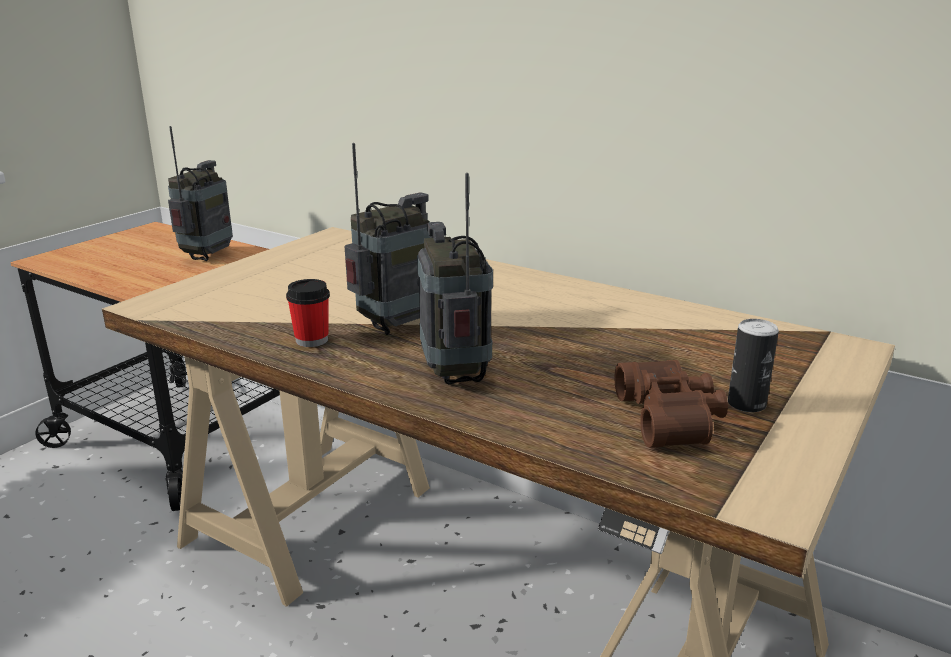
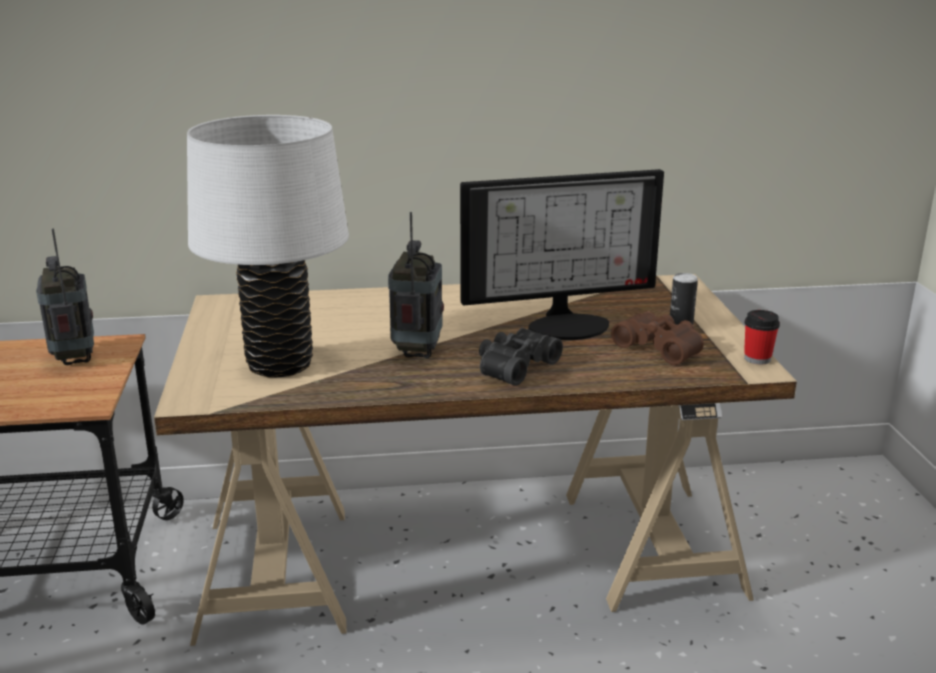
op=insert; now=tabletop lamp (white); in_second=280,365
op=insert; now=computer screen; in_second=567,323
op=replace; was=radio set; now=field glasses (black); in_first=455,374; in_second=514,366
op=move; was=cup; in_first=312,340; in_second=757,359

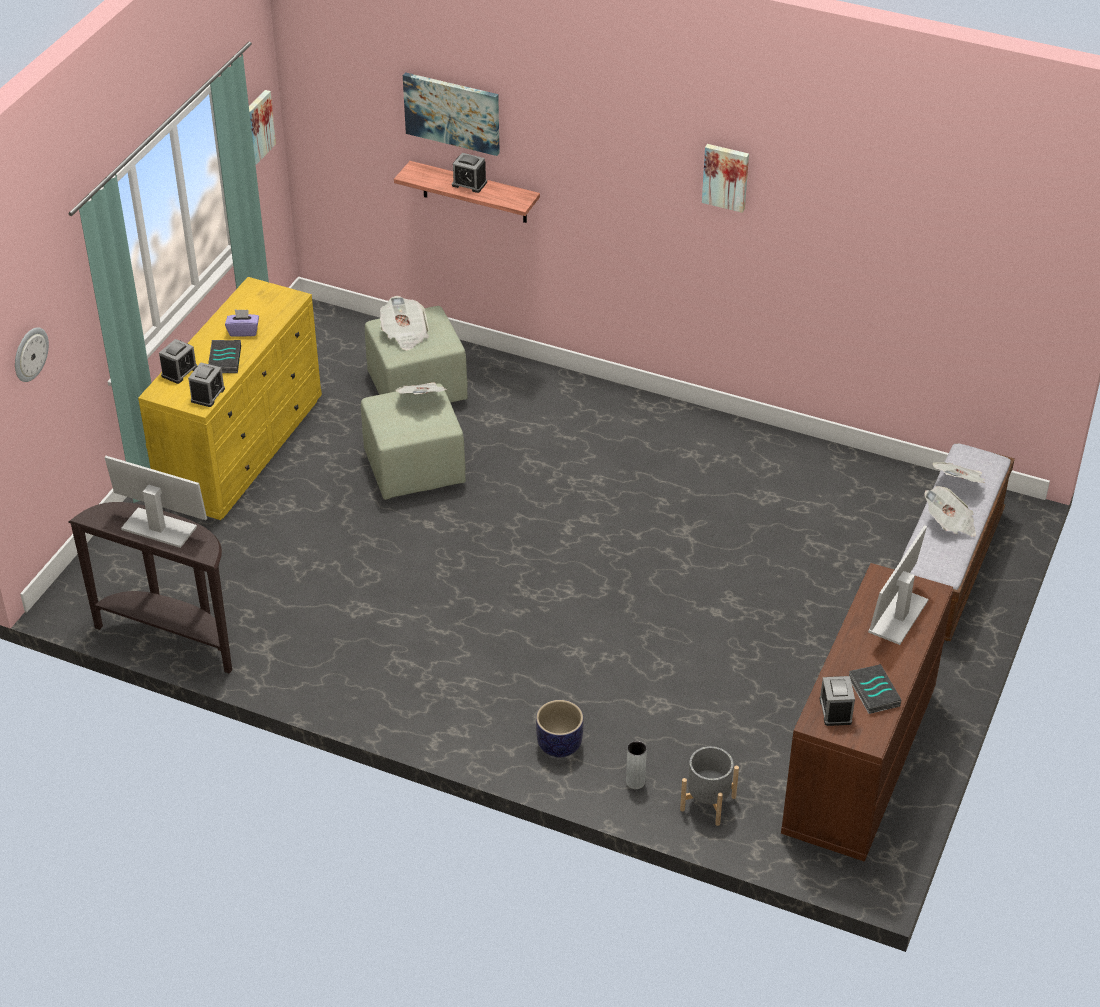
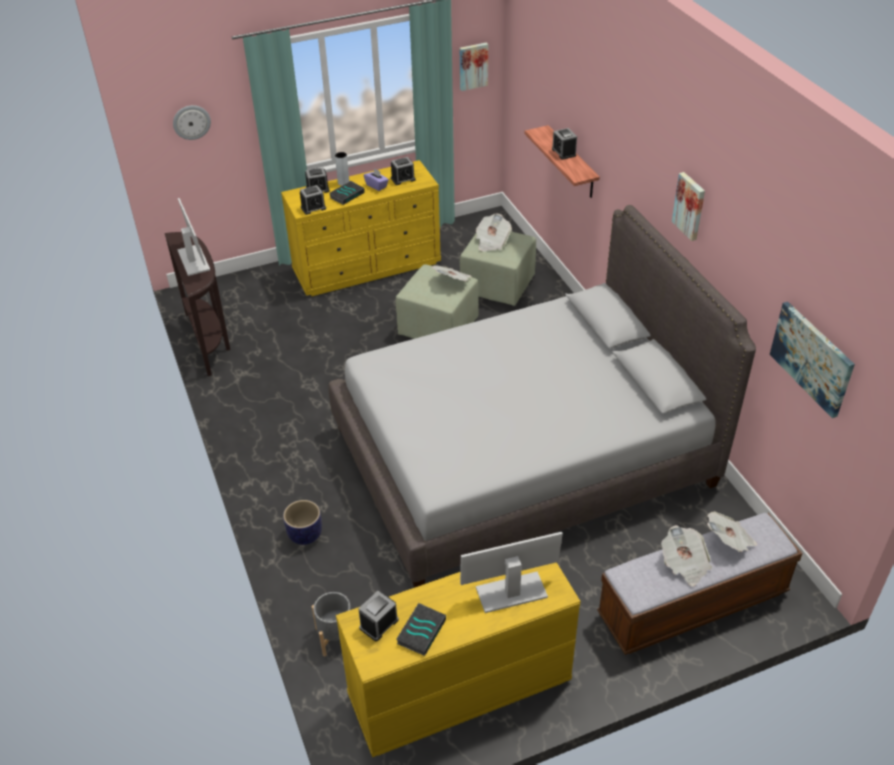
op=insert; now=bedroom bed (gray); in_second=523,456
op=move; was=decorative vase (gray); in_first=635,782; in_second=343,182
op=recolor; was=drawer chest (brown-coloured); now=drawer chest (yellow); in_first=858,764; in_second=458,689
op=insert; now=bedside clock; in_second=403,179
op=move; was=wall picture; in_first=452,112; in_second=812,358

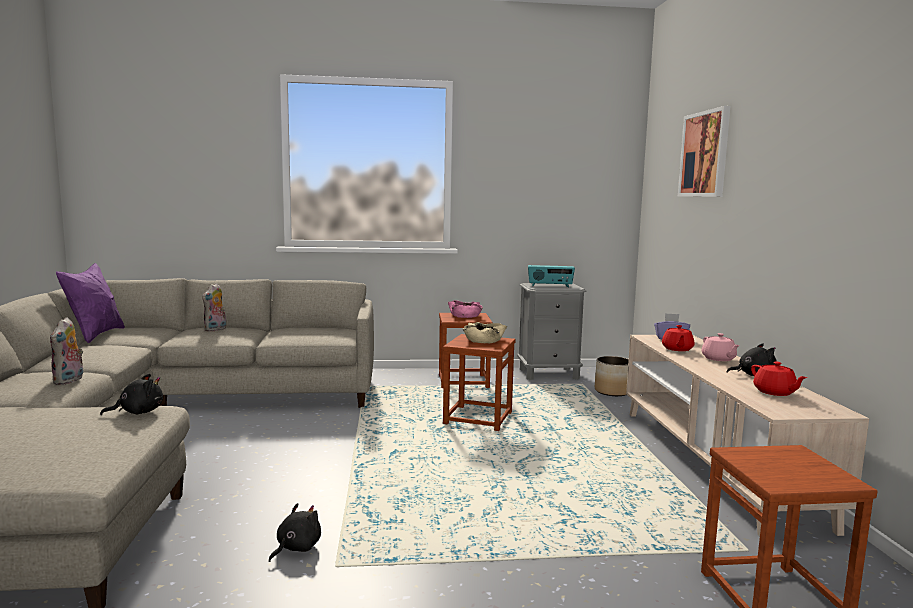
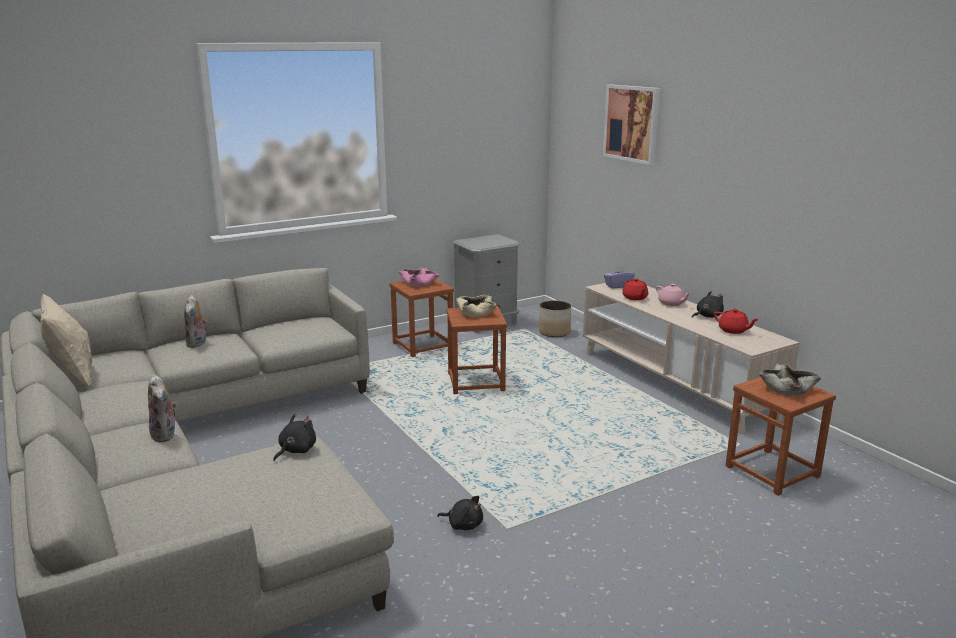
op=recolor; was=cushion (purple-coloured); now=cushion (beige-coloured); in_first=95,335; in_second=73,376
op=rotate; was=soft toy (black); in_first=296,548; in_second=463,525; clockwise=105
op=insert; now=deep dish (beige-coloured); in_second=787,388
op=delete; was=radio set; in_first=550,286

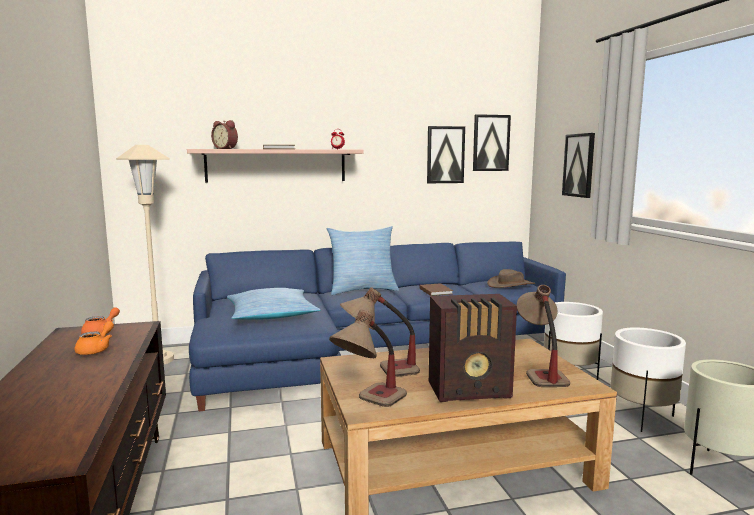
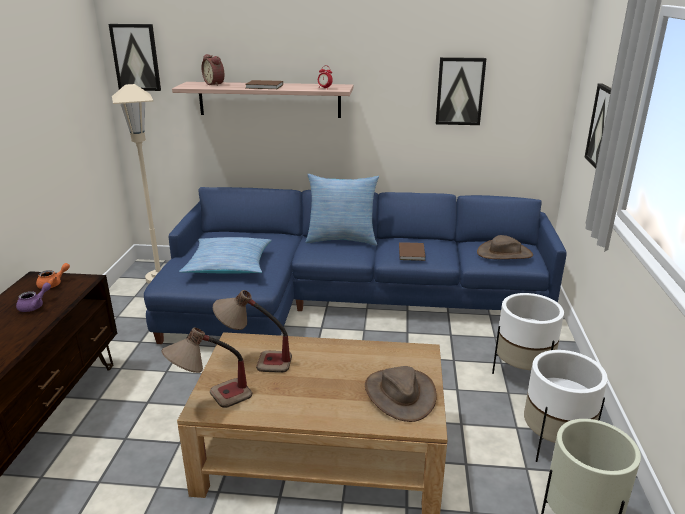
op=recolor; was=pot for tea (orange-coloured); now=pot for tea (purple-coloured); in_first=96,349; in_second=35,306
op=move; was=wall picture; in_first=490,143; in_second=136,57
op=replace; was=tabletop lamp; now=hat (brown-coloured); in_first=540,371; in_second=399,394
op=delete; was=radio set; in_first=471,391

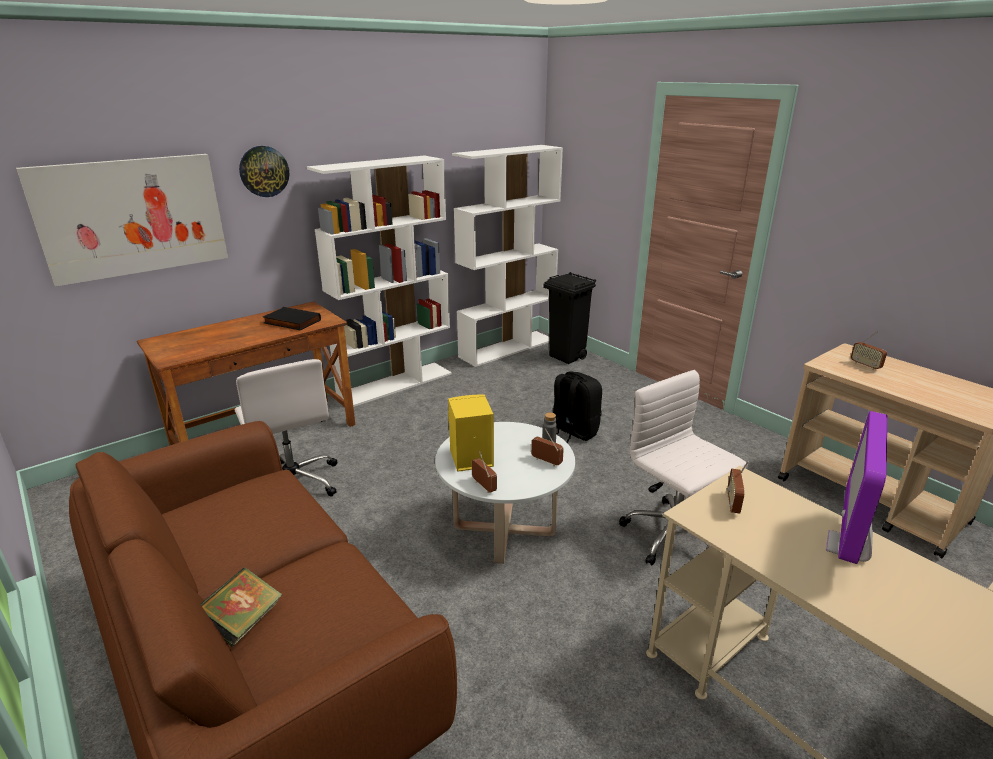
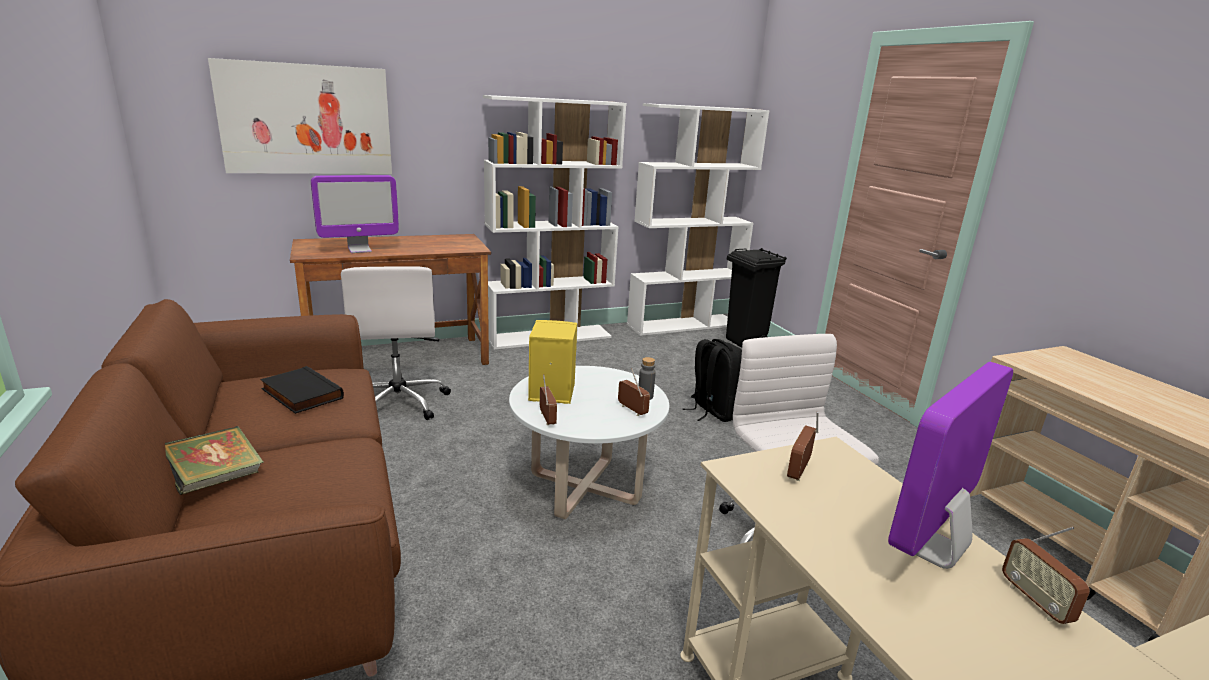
op=move; was=volume (black); in_first=291,322; in_second=300,394
op=insert; now=computer screen; in_second=359,250
op=move; was=radio set; in_first=865,365; in_second=1035,602
op=delete; was=clock on the wall; in_first=264,171

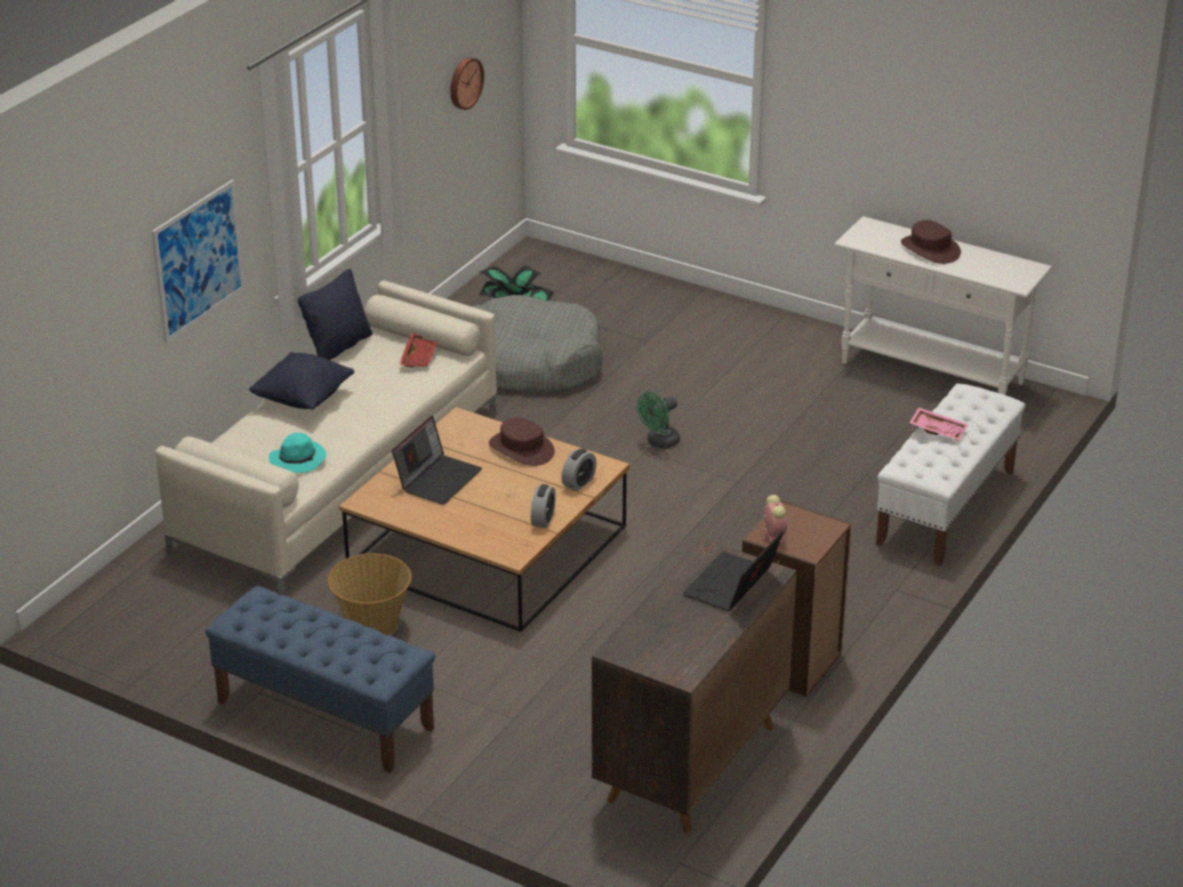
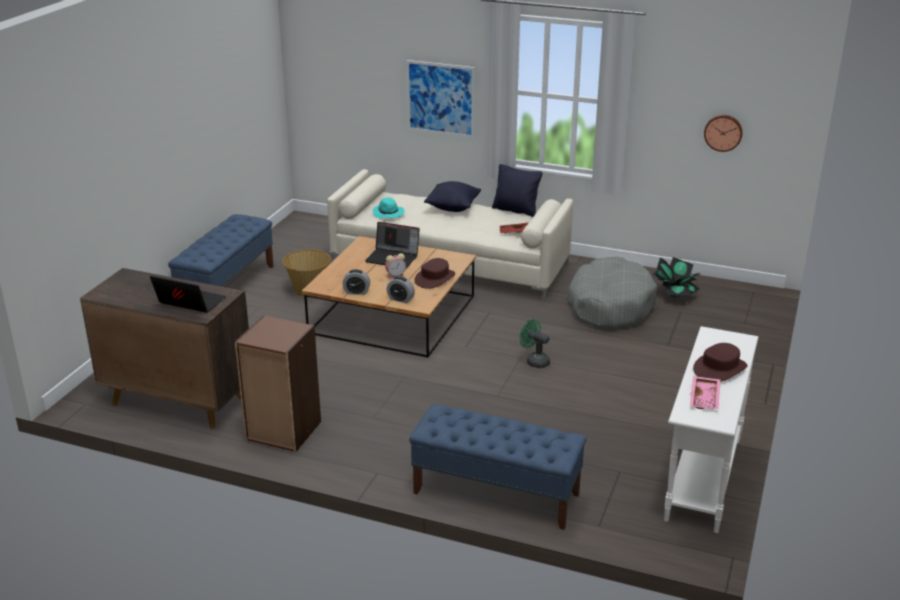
op=move; was=bedside clock; in_first=773,535; in_second=396,276
op=recolor; was=long seat (white); now=long seat (bluish); in_first=946,508; in_second=495,493
op=move; was=tray (pinkish); in_first=938,430; in_second=705,398

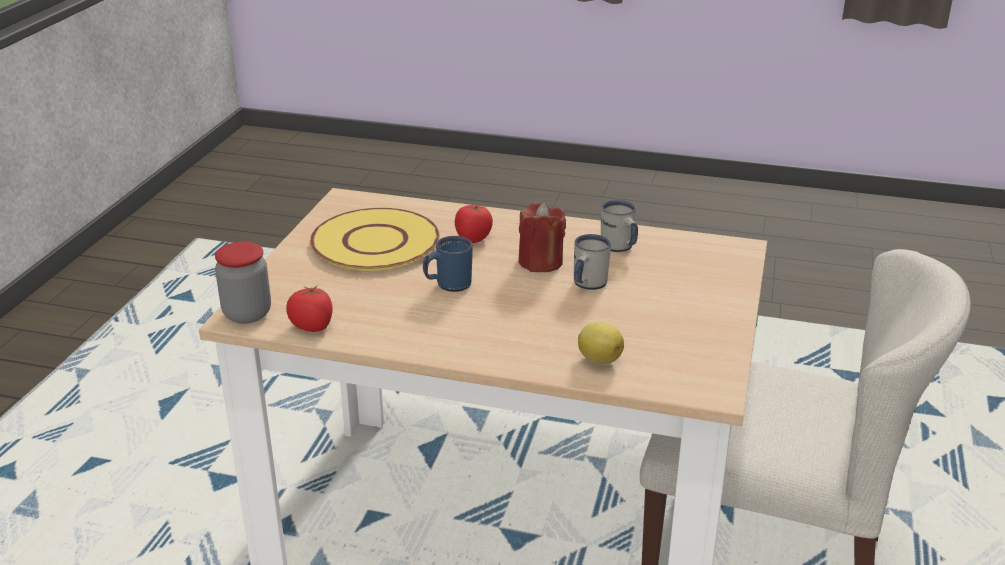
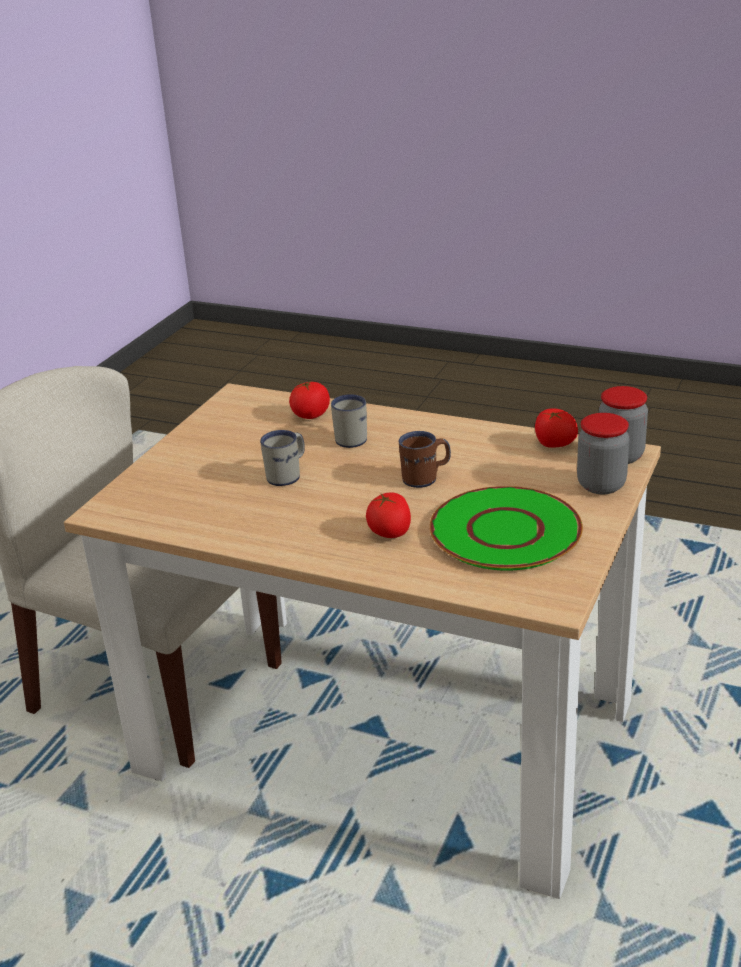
op=replace; was=citrus fruit; now=whole tomato; in_first=598,359; in_second=310,415
op=move; was=tea mug (white); in_first=619,248; in_second=349,437
op=recolor; was=tea mug (bluish); now=tea mug (brown-coloured); in_first=448,285; in_second=426,478
op=recolor; was=plate (yellow); now=plate (green-coloured); in_first=376,242; in_second=504,531
op=insert; now=storage jar; in_second=601,485
op=delete; was=candle (reddish); in_first=540,262

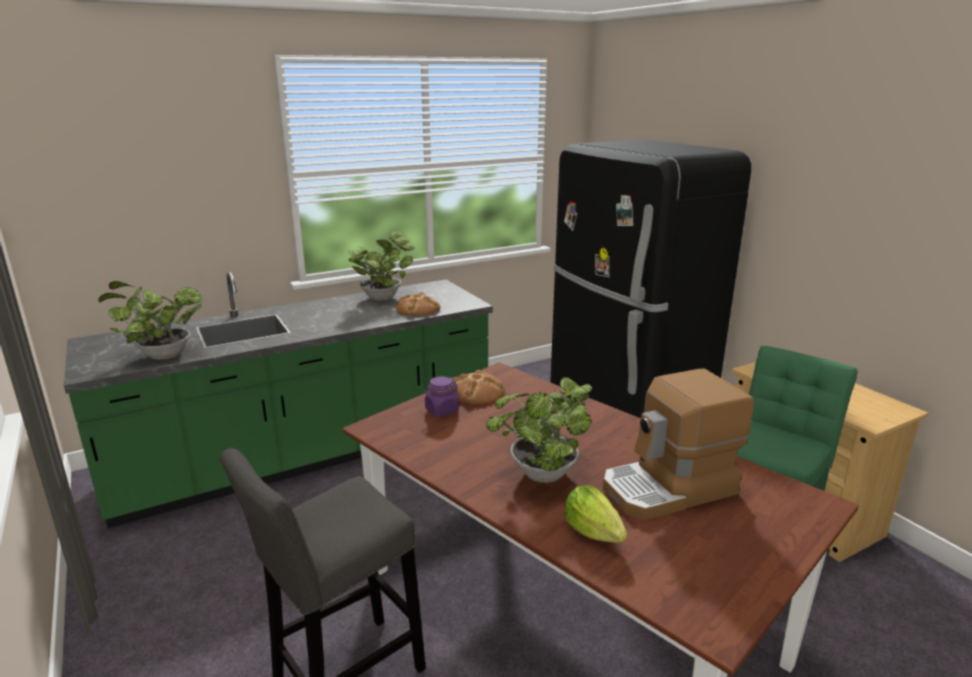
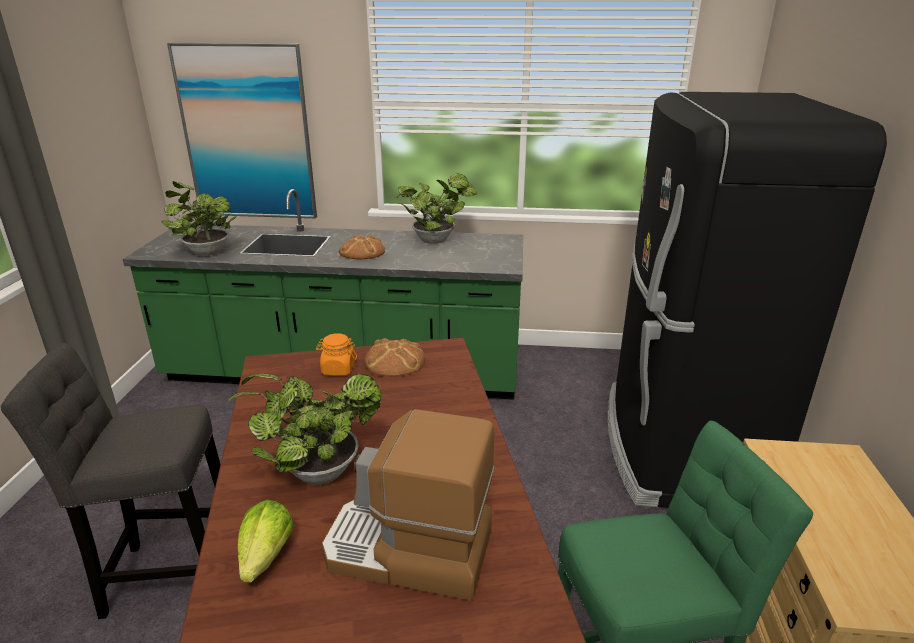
op=insert; now=wall picture; in_second=247,134
op=recolor; was=storage jar (purple-coloured); now=storage jar (orange-coloured); in_first=441,410; in_second=338,369
op=move; was=baked bread; in_first=417,309; in_second=362,252

